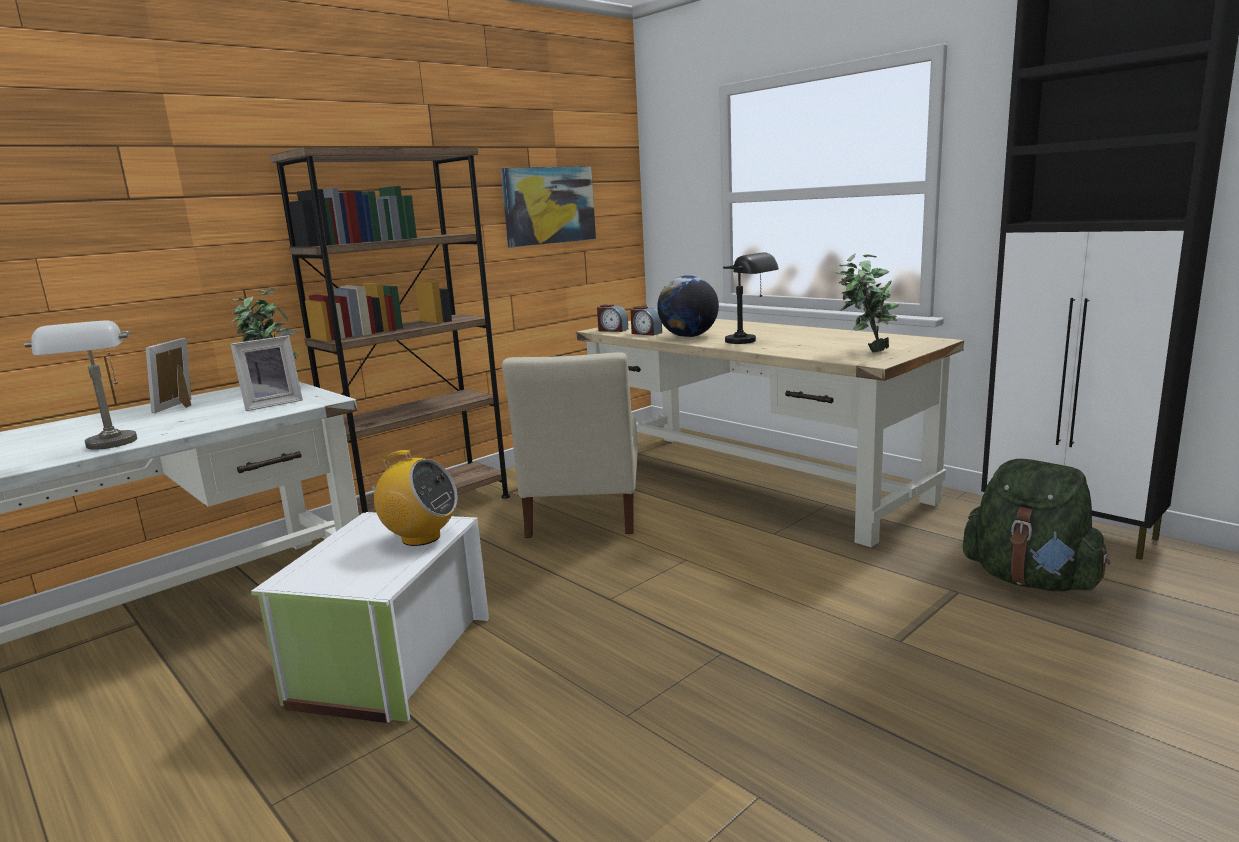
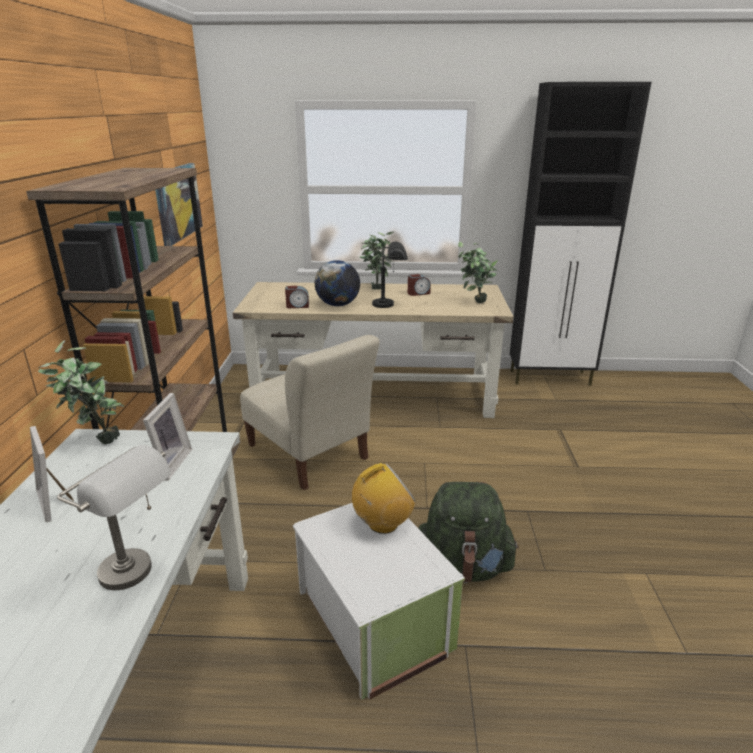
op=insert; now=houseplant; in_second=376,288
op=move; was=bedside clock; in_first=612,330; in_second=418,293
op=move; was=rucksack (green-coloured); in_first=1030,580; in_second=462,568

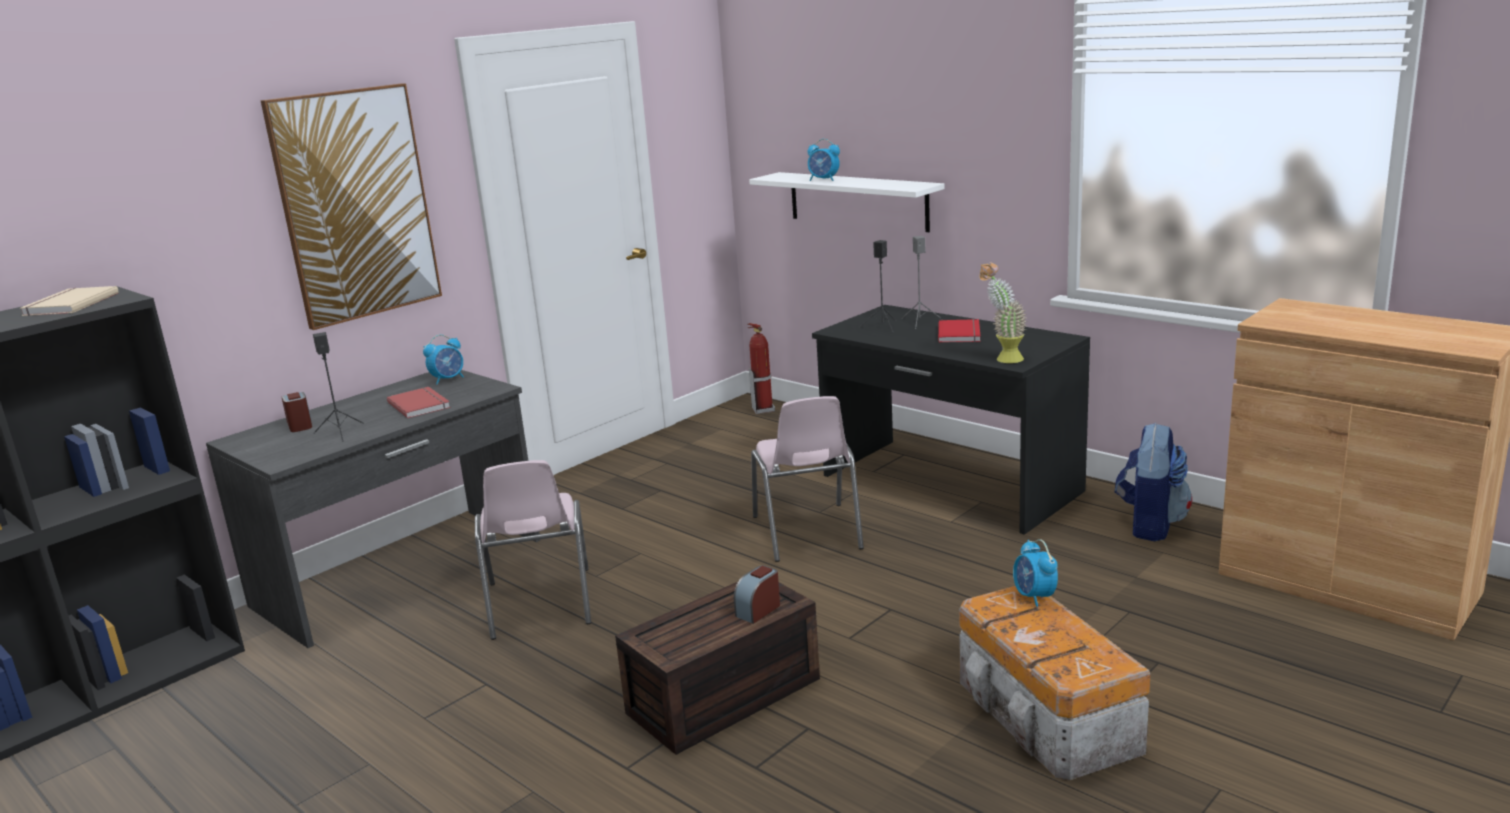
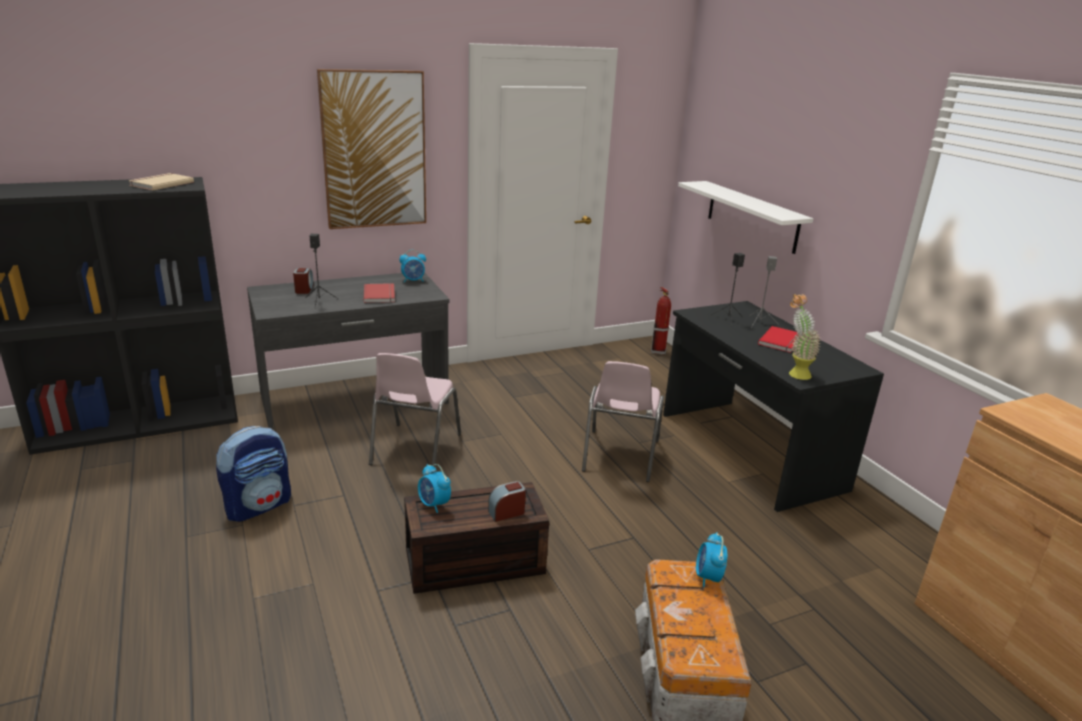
op=move; was=rucksack; in_first=1150,525; in_second=259,505
op=move; was=bedside clock; in_first=824,180; in_second=434,504

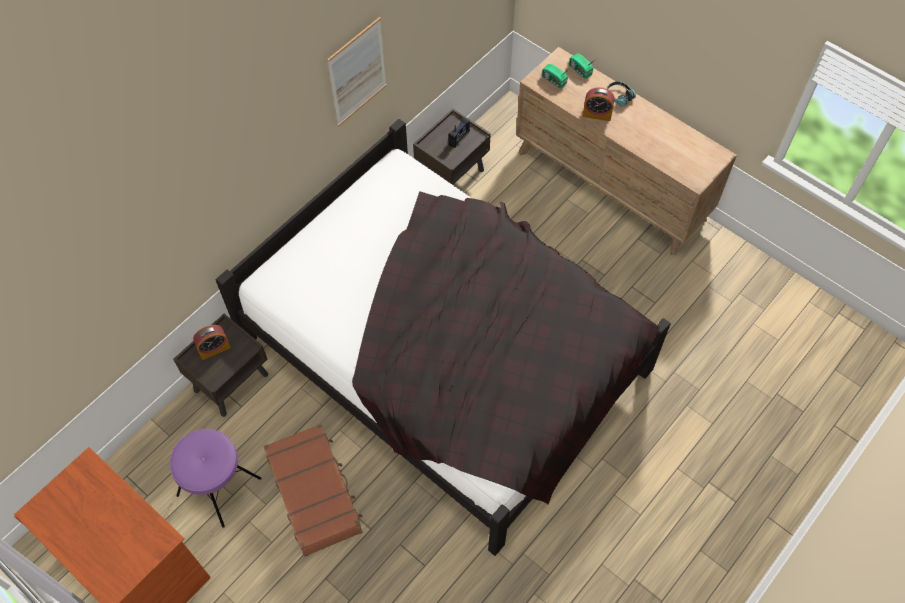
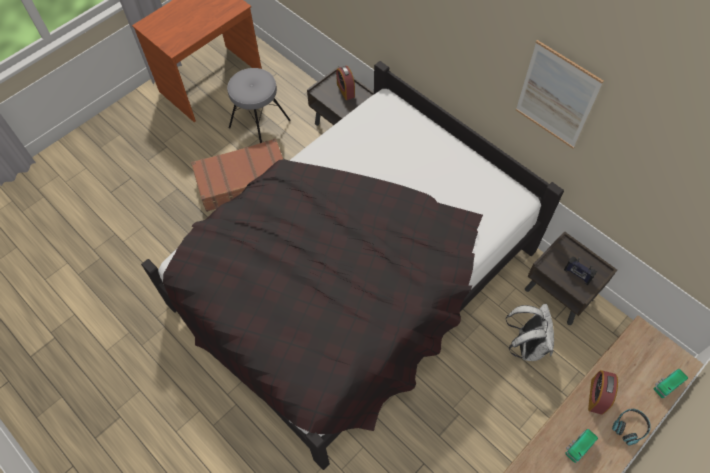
op=recolor; was=stool (purple-coloured); now=stool (gray); in_first=219,486; in_second=259,124
op=insert; now=rucksack (white); in_second=526,345
op=move; was=radio set; in_first=554,81; in_second=578,447

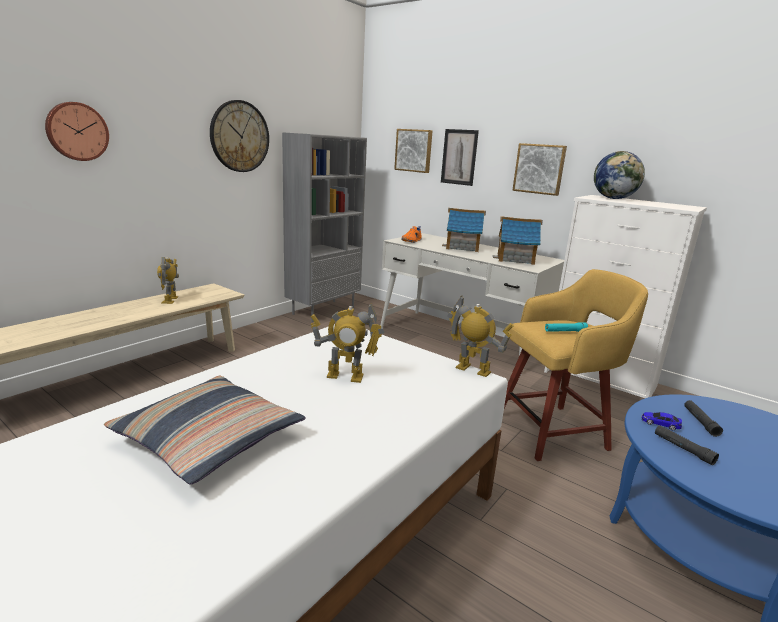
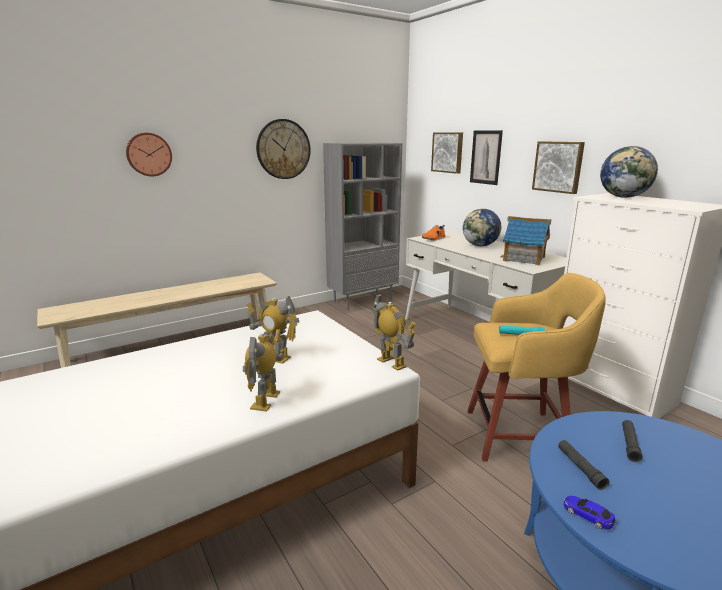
op=move; was=robot figure; in_first=170,300; in_second=266,401
op=replace; was=miniature house; now=globe; in_first=463,247; in_second=480,245
op=move; was=model car; in_first=660,424; in_second=587,516
op=delete; was=cushion; in_first=209,439

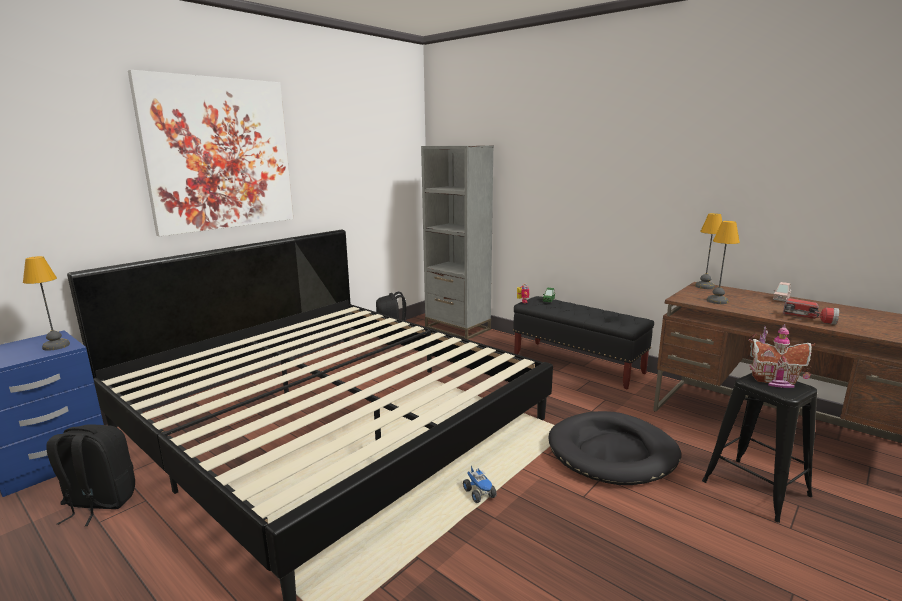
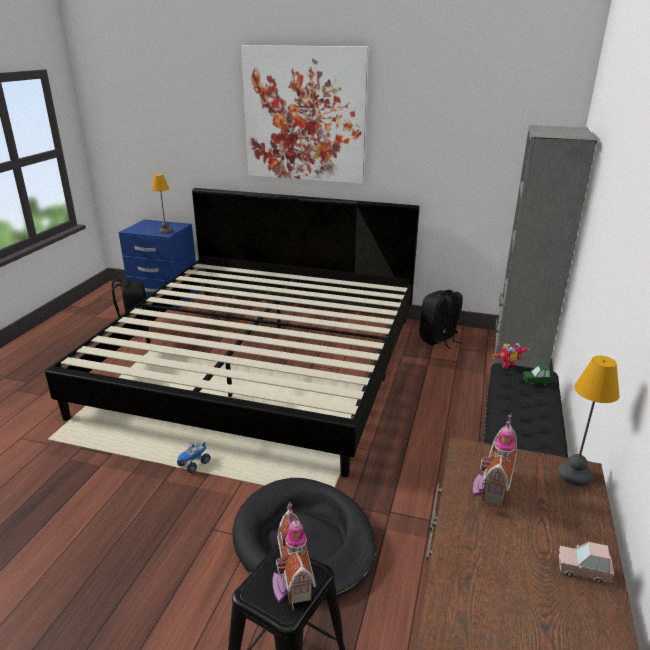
op=replace; was=tabletop lamp; now=miniature house; in_first=717,301; in_second=491,488
op=delete; was=hand torch; in_first=808,319

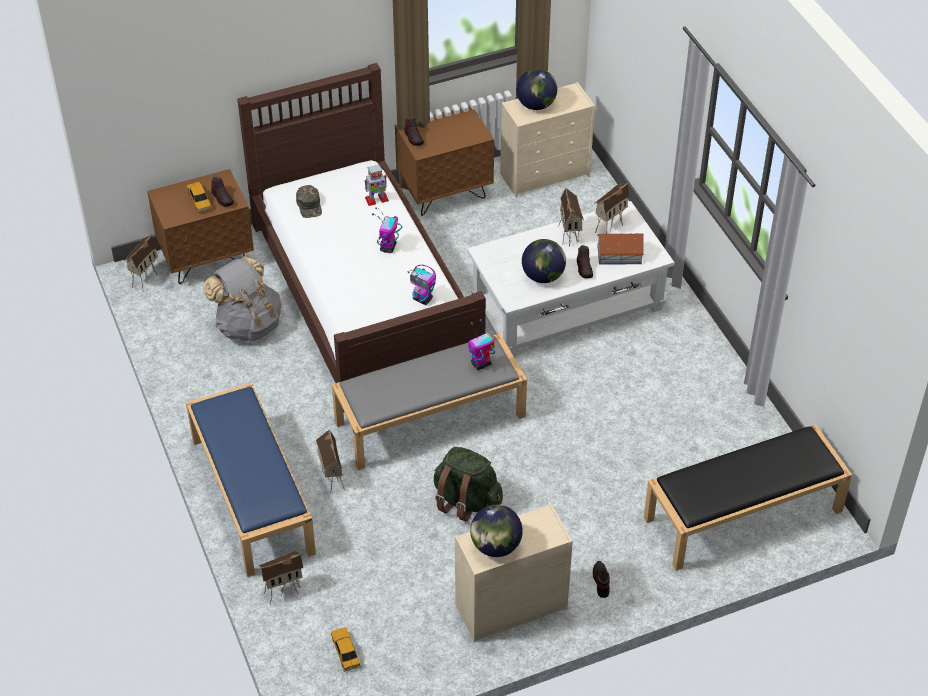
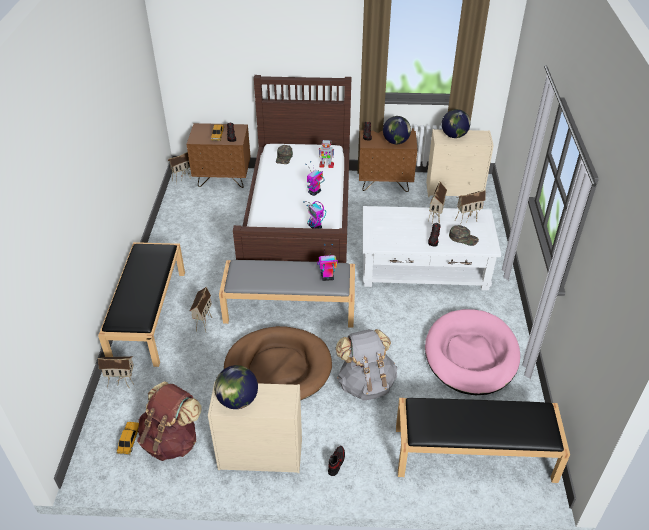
op=recolor; was=long seat (bluish); now=long seat (black); in_first=251,494; in_second=148,315
op=insert; now=rucksack (brown-coloured); in_second=172,440
op=replace; was=rucksack (green-coloured); now=pet bed (brown-coloured); in_first=466,501; in_second=278,368
op=move; was=rucksack (gray); in_first=248,324; in_second=366,383
op=move; was=globe; in_first=543,276; in_second=396,142
op=insert; now=pet bed (pinkish); in_second=471,355
op=replace; was=miniature house; now=peaked cap (green-coloured); in_first=618,254; in_second=463,238

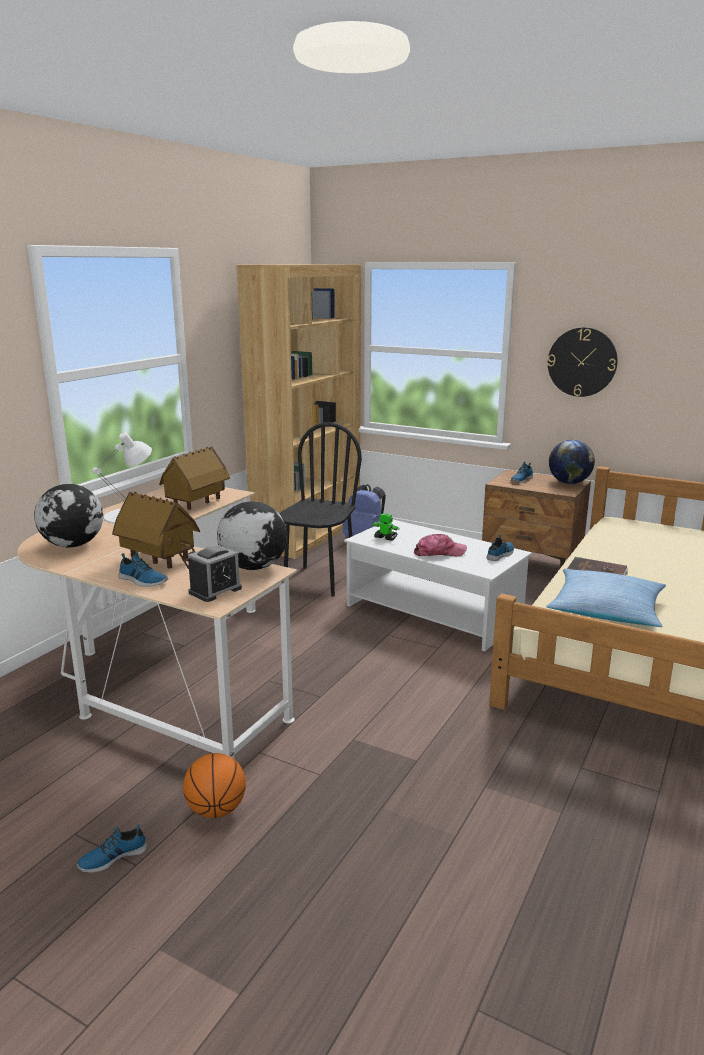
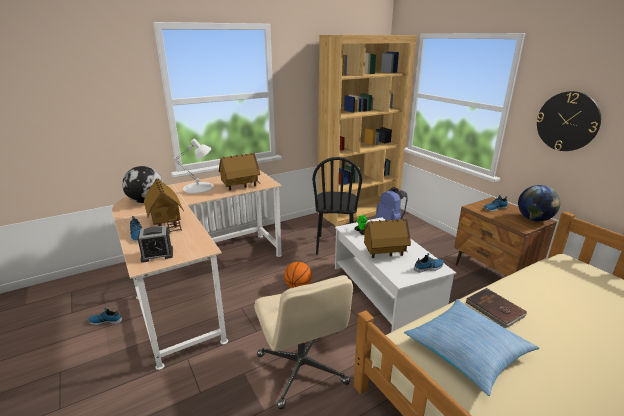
op=move; was=shoe; in_first=113,856; in_second=106,320
op=insert; now=office chair (beige-coloured); in_second=302,370
op=move; was=basketball ball; in_first=216,810; in_second=298,286
op=rotate; was=upright chair (black); in_first=319,581; in_second=335,245; clockwise=135
op=replace; was=peaked cap; now=miniature house; in_first=439,552; in_second=385,253
op=delete; was=globe; in_first=253,567

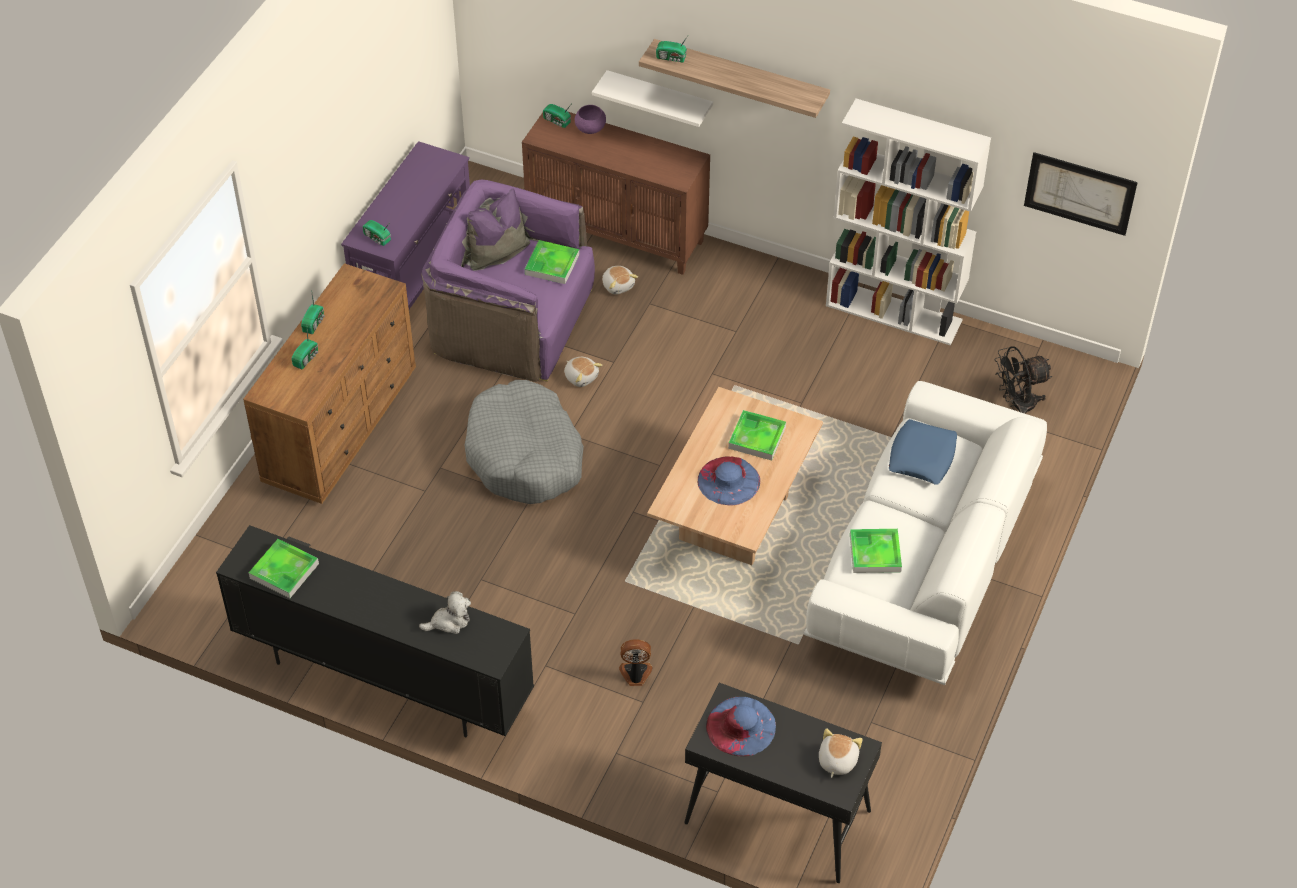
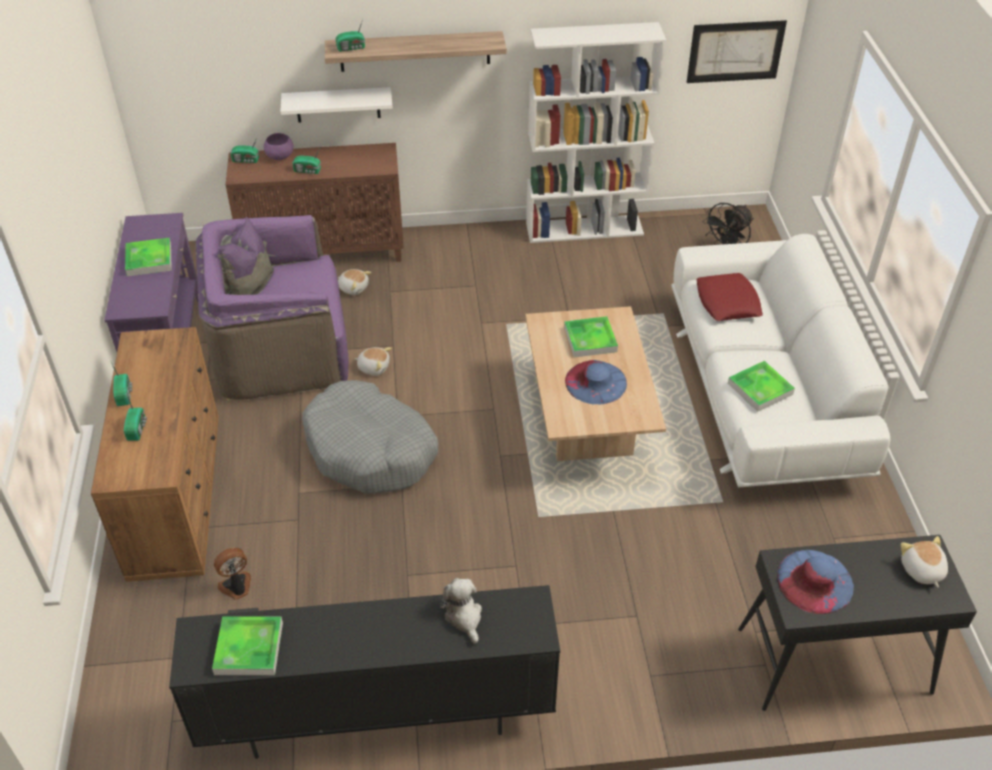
op=move; was=tray; in_first=552,264; in_second=149,260
op=move; was=cooling fan; in_first=635,674; in_second=237,587
op=move; was=radio set; in_first=377,238; in_second=308,171
op=rotate; was=soft toy; in_first=449,621; in_second=464,617; clockwise=-60
op=recolor; was=cushion (bluish); now=cushion (reddish); in_first=922,457; in_second=728,302

